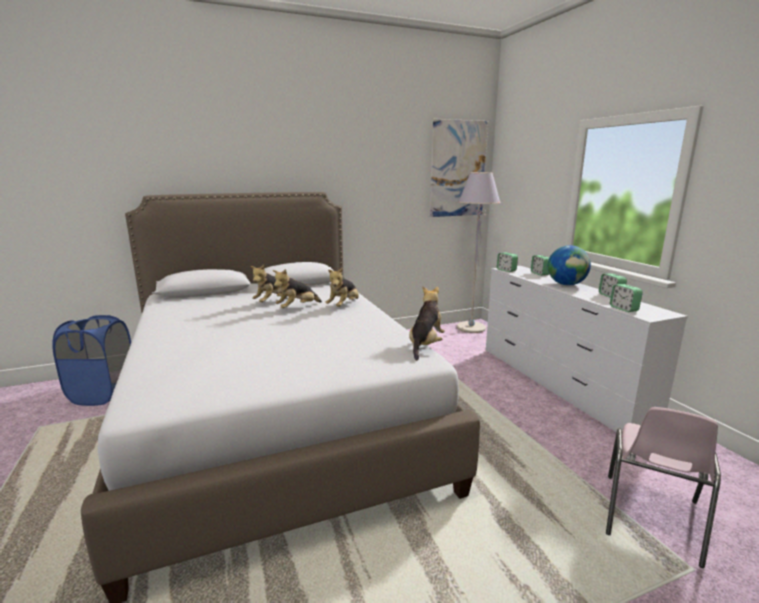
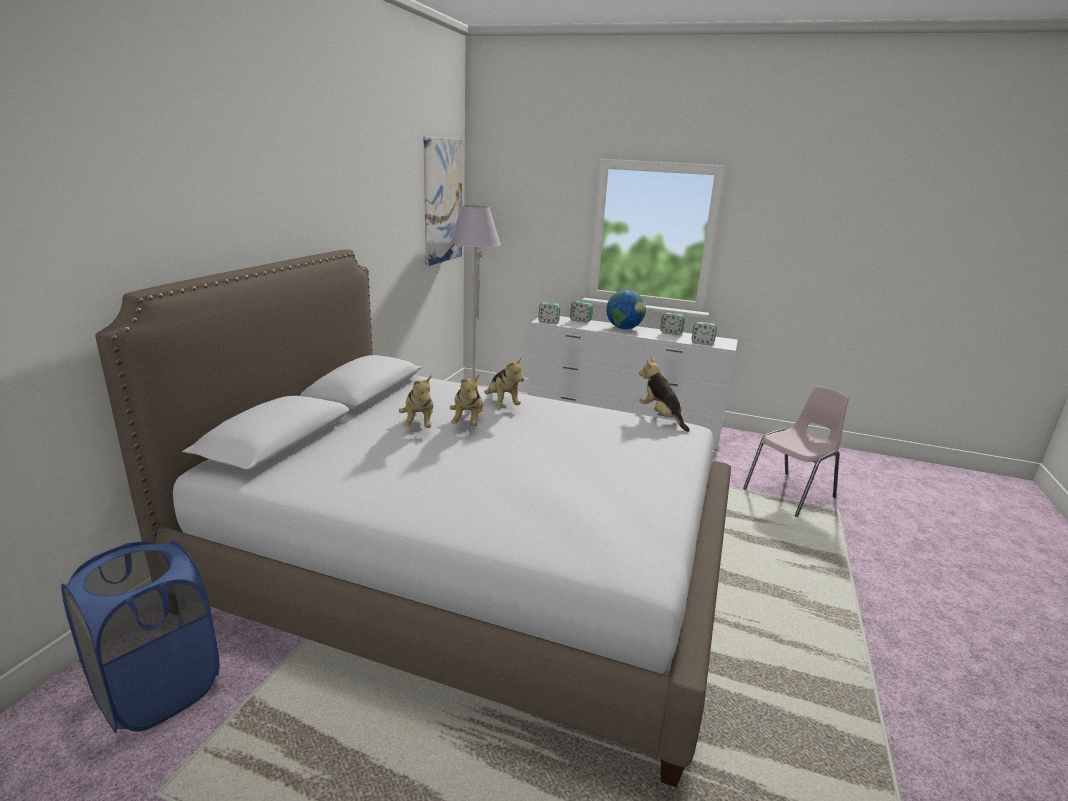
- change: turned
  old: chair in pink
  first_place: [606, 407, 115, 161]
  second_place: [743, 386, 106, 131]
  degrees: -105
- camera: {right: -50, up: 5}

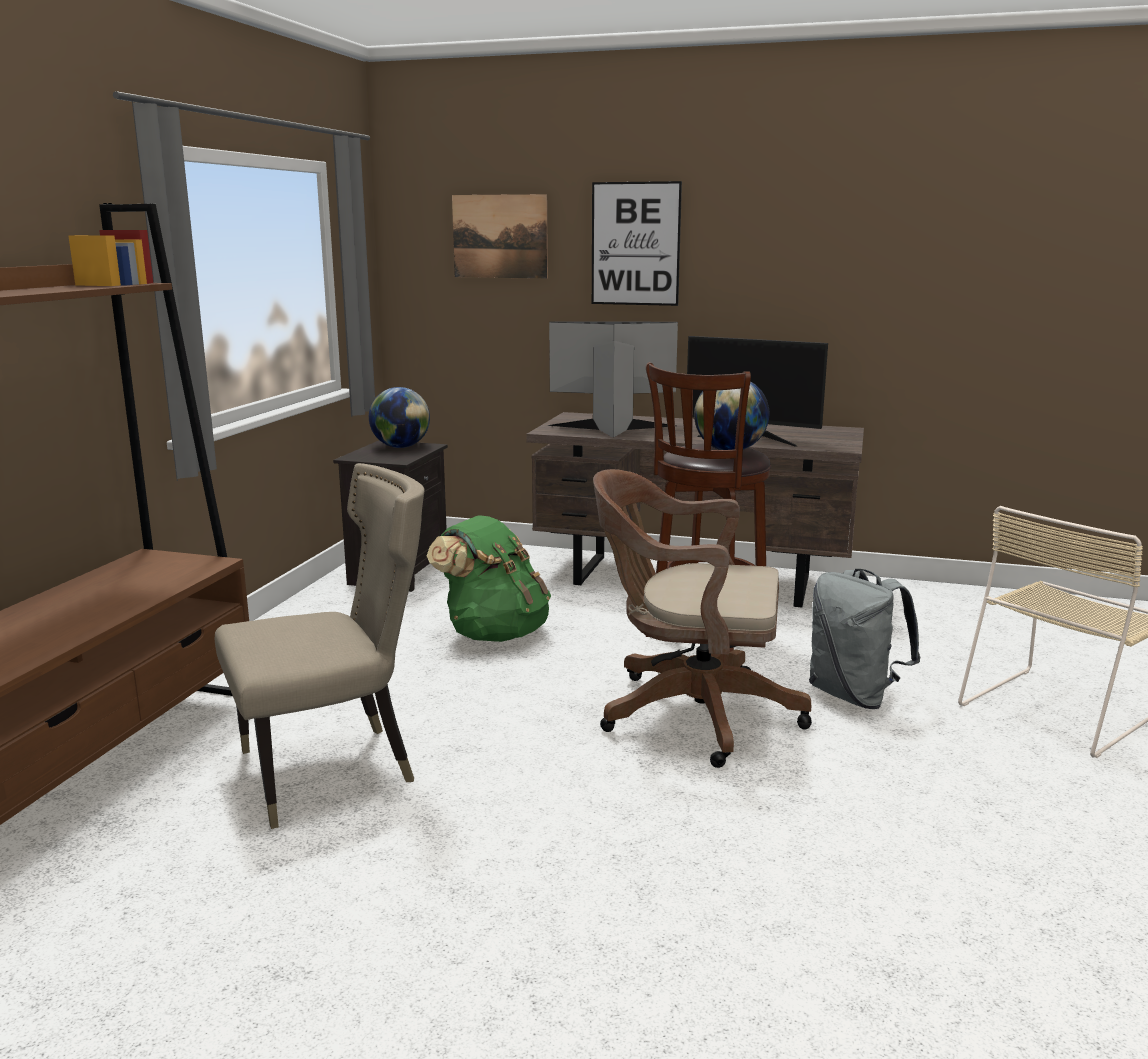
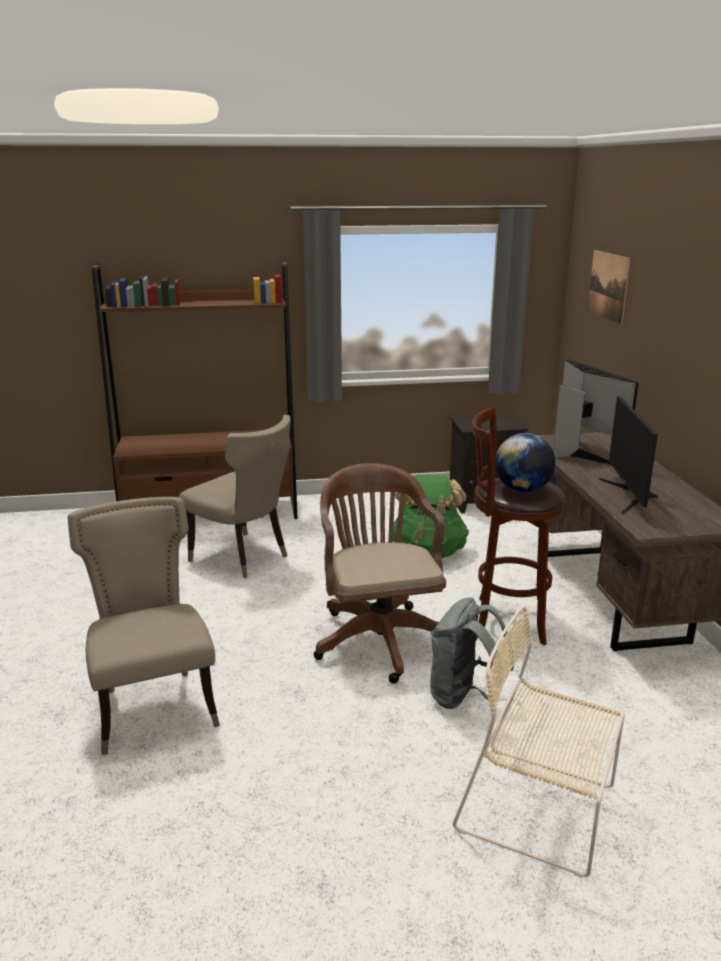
- change: removed
  old: picture
  first_place: [592, 181, 90, 125]
- change: removed
  old: globe
  first_place: [369, 387, 61, 61]
- change: added
  new: chair in beige
  second_place: [68, 497, 152, 258]
- camera: {right: 65, up: 5}

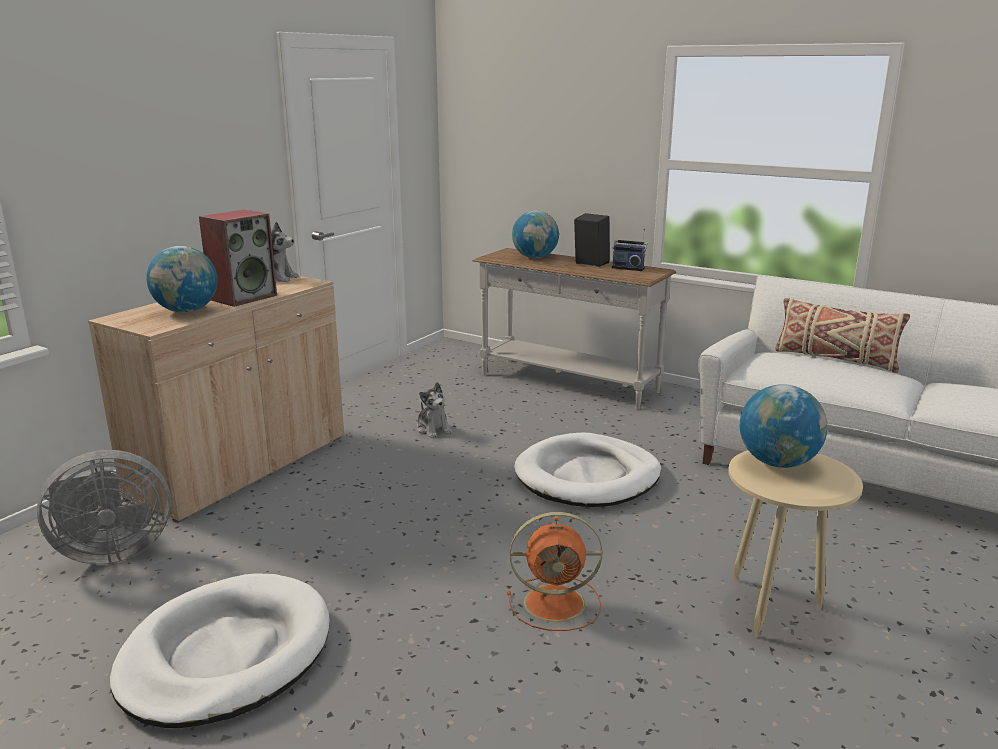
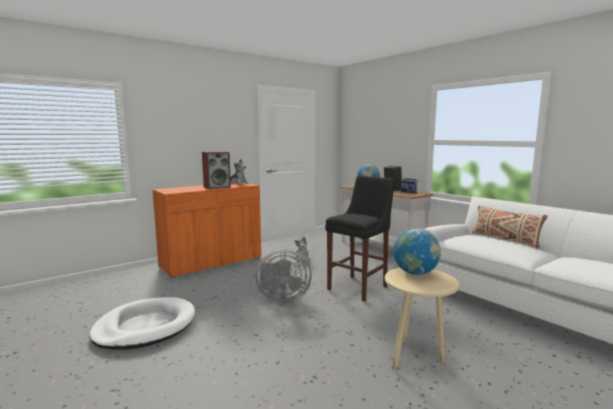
- change: removed
  old: globe
  first_place: [146, 246, 72, 67]
- change: recoloured
  old: cabinet in beige
  new: cabinet in orange
  first_place: [88, 276, 256, 247]
  second_place: [152, 183, 109, 95]
- change: replaced
  old: dog bed in white
  new: stool in black
  first_place: [514, 433, 147, 74]
  second_place: [325, 176, 70, 126]
- change: moved
  old: fan in grey
  first_place: [37, 450, 134, 114]
  second_place: [256, 249, 56, 55]
- change: removed
  old: fan in orange
  first_place: [507, 512, 95, 119]
- camera: {right: 20, up: -10}

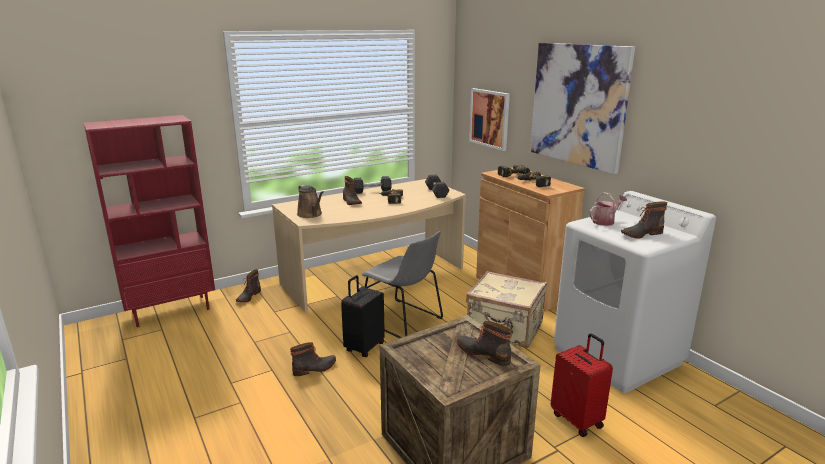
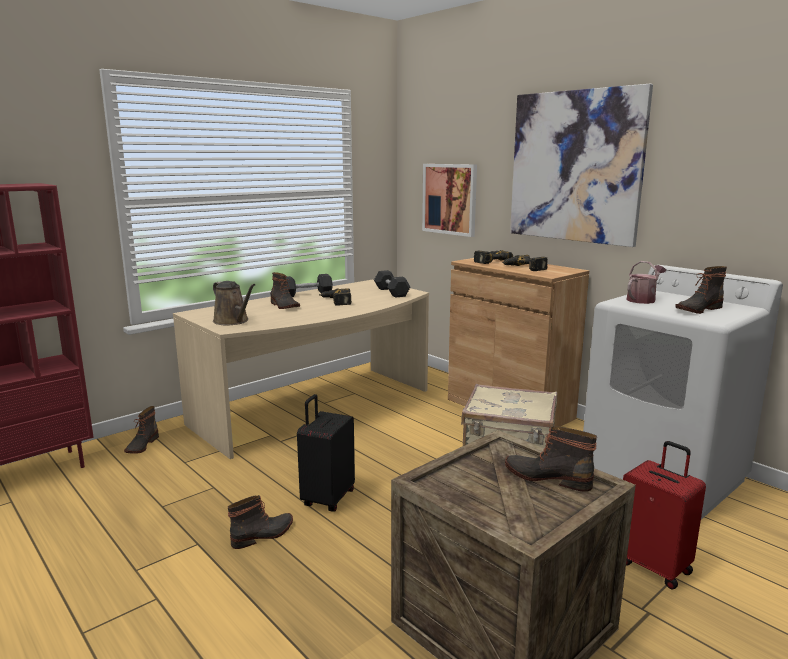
- change: removed
  old: chair in grey
  first_place: [362, 231, 81, 107]
- camera: {right: -10, up: -5}

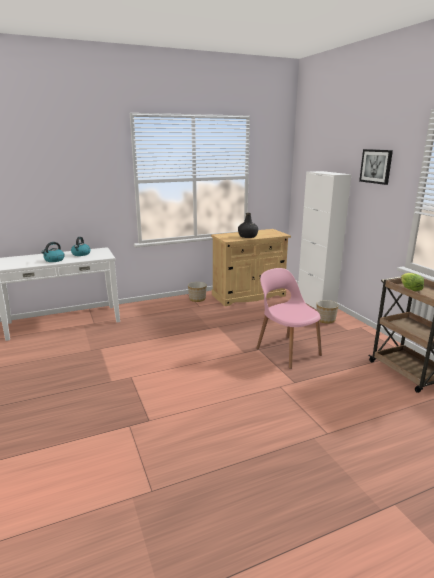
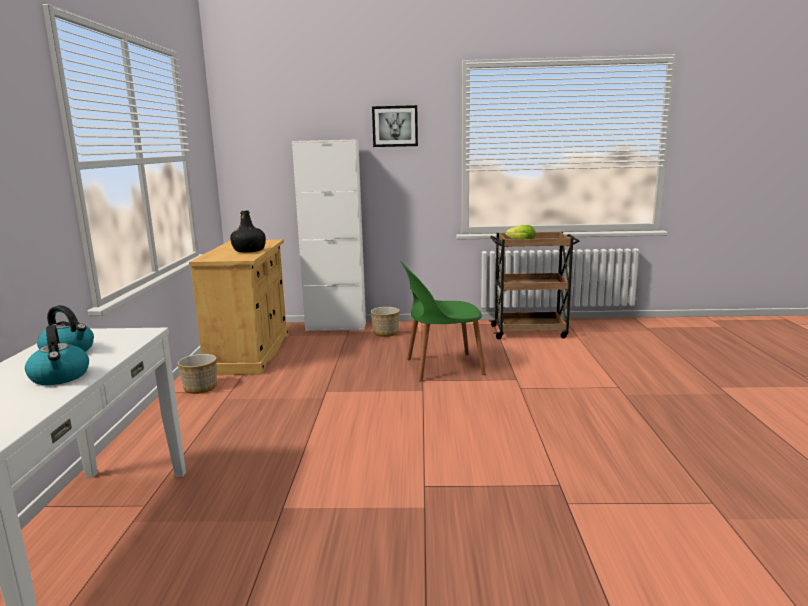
- change: recoloured
  old: chair in pink
  new: chair in green
  first_place: [256, 268, 66, 101]
  second_place: [401, 262, 85, 119]
- camera: {right: -65, up: -5}

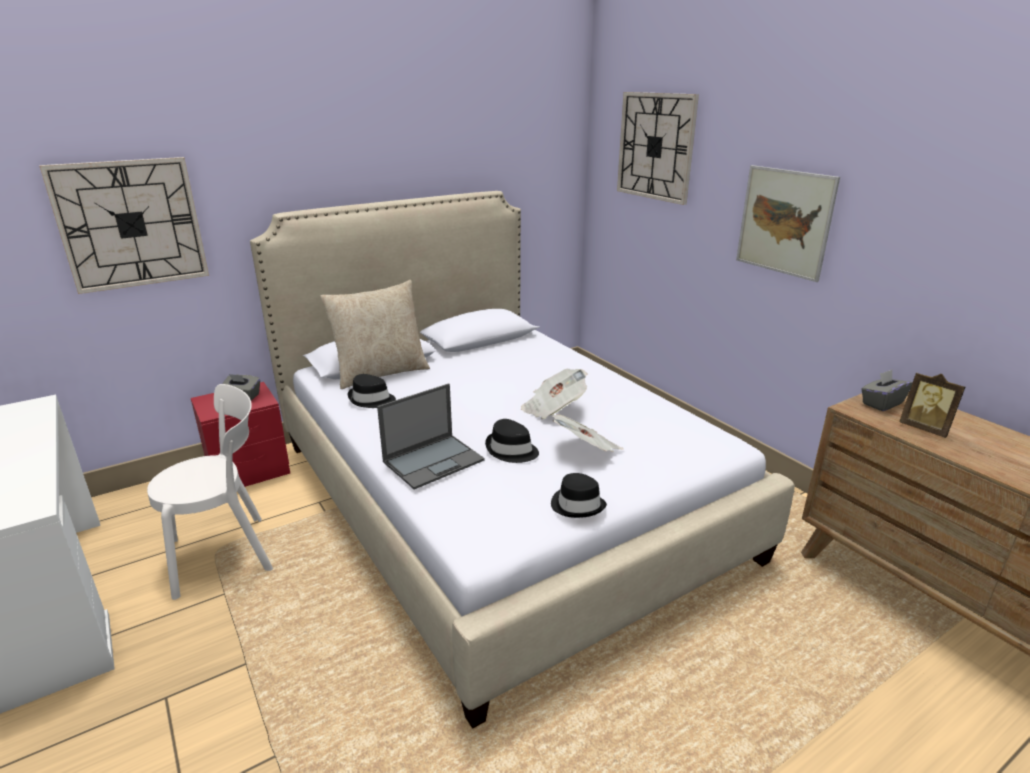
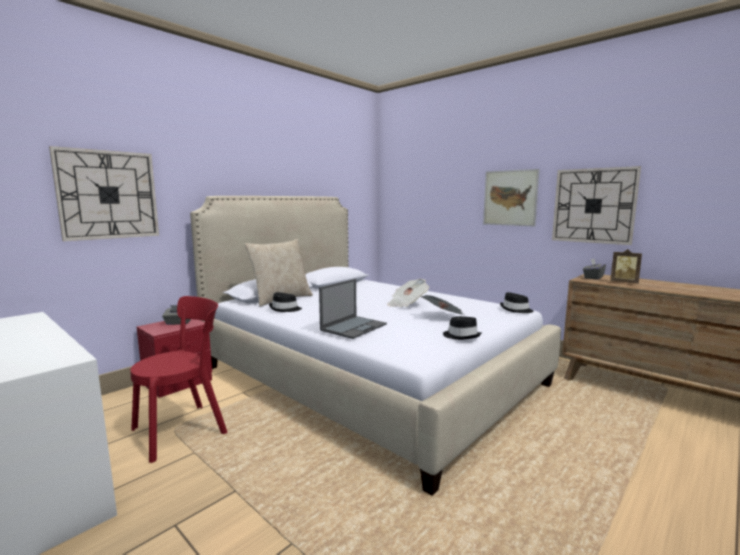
- change: moved
  old: wall clock
  first_place: [617, 92, 82, 113]
  second_place: [552, 166, 89, 79]
- change: recoloured
  old: chair in white
  new: chair in red
  first_place: [147, 384, 126, 216]
  second_place: [130, 296, 98, 167]
- change: moved
  old: hat in black
  first_place: [485, 419, 54, 44]
  second_place: [500, 292, 34, 21]
- camera: {right: -15, up: -15}

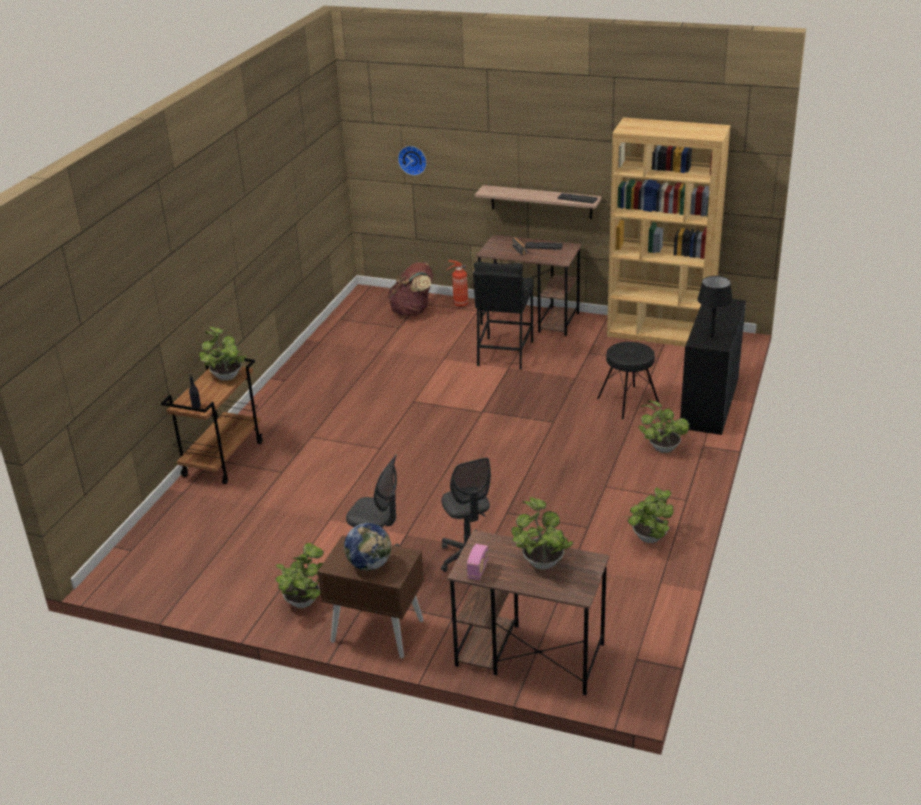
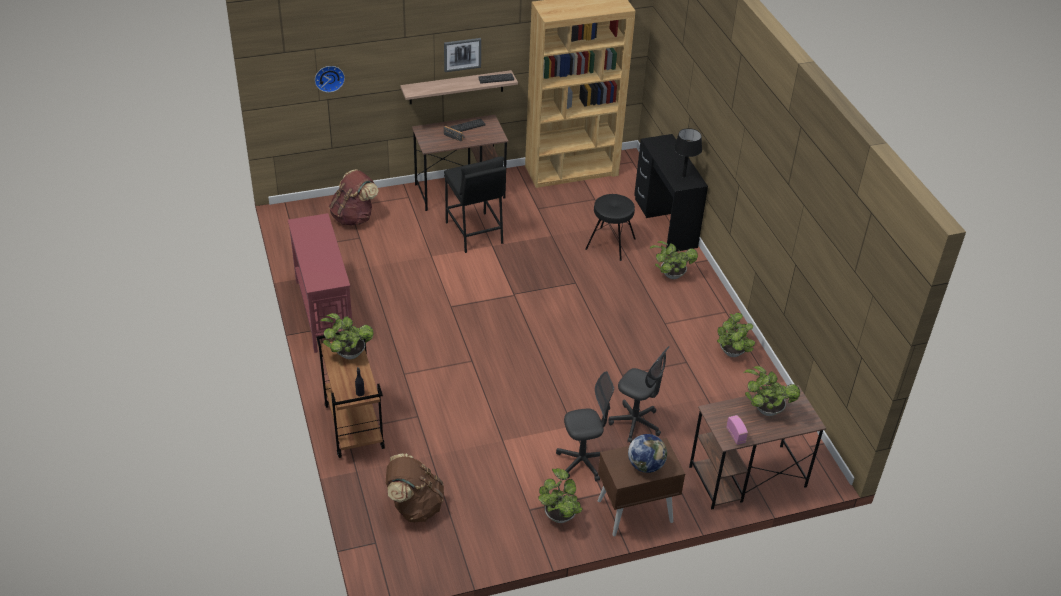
- change: removed
  old: fire extinguisher
  first_place: [445, 260, 23, 47]
- change: added
  new: picture
  second_place: [444, 38, 37, 34]
- change: added
  new: console table in red
  second_place: [288, 213, 65, 140]
- change: added
  new: backpack in brown
  second_place: [386, 454, 58, 69]
- camera: {right: -40, up: 10}

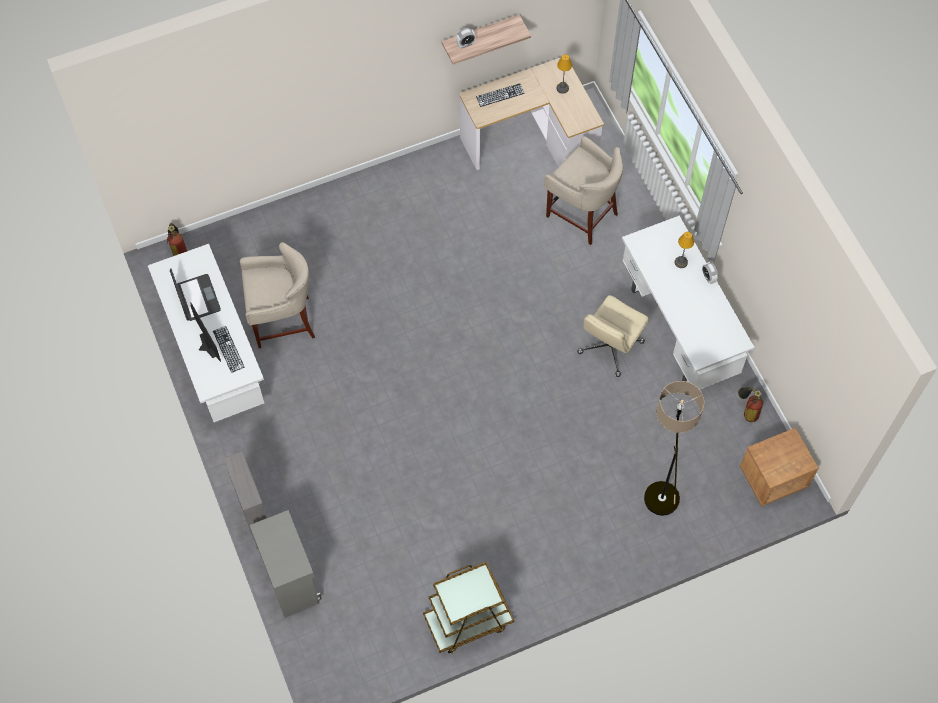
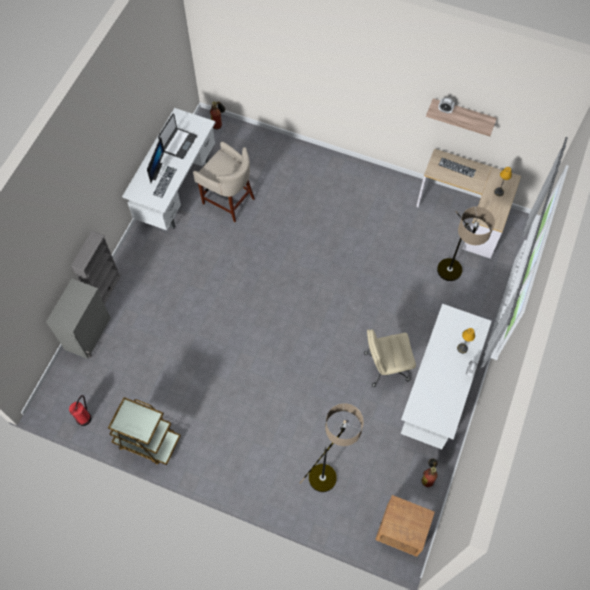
- change: replaced
  old: stool in beige
  new: floor lamp
  first_place: [544, 136, 79, 109]
  second_place: [437, 207, 58, 74]
- change: added
  new: fire extinguisher
  second_place: [69, 395, 23, 31]
- camera: {right: 45, up: 0}

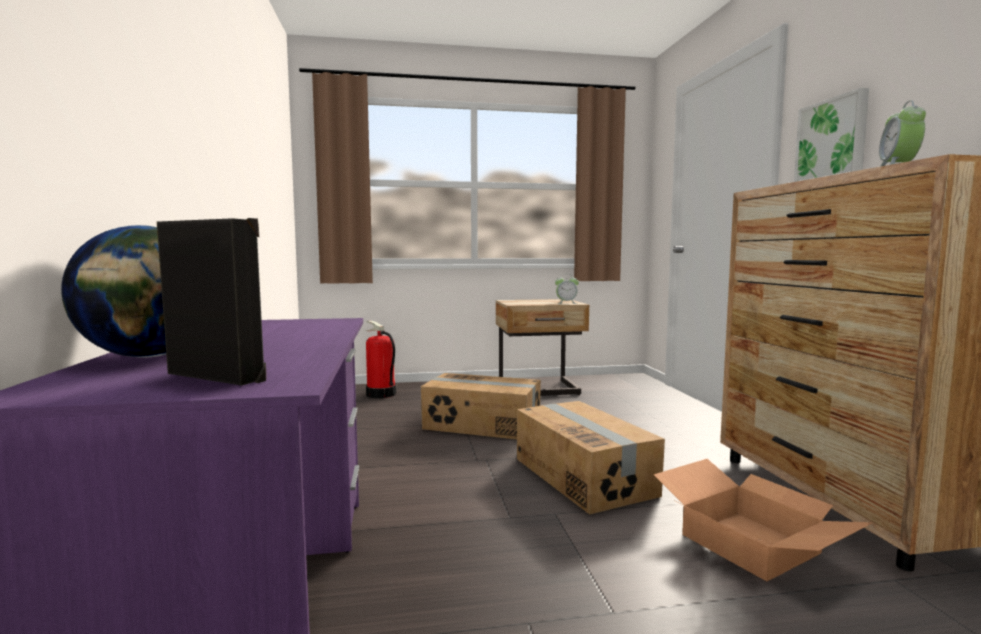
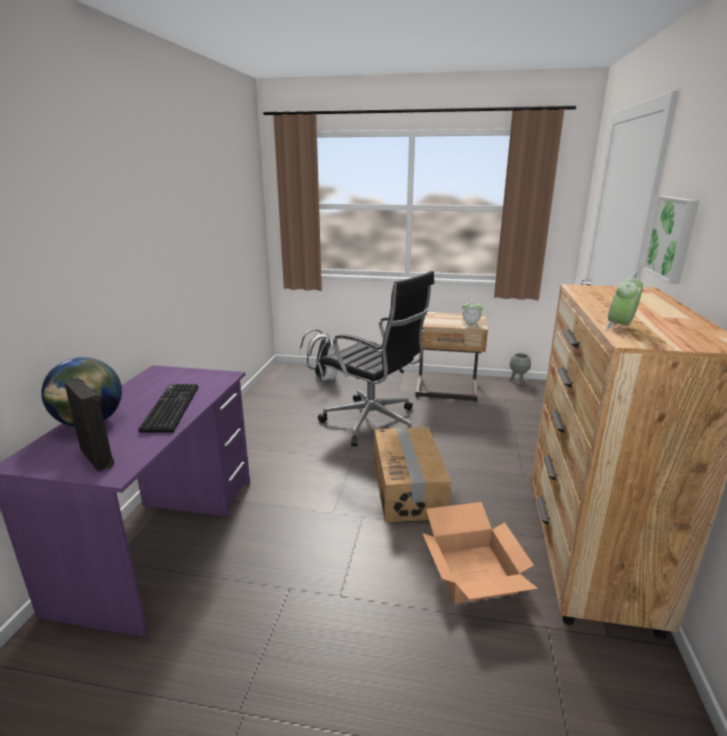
- change: replaced
  old: fire extinguisher
  new: backpack in white
  first_place: [364, 321, 32, 77]
  second_place: [300, 329, 37, 52]
- change: replaced
  old: cardboard box
  new: office chair in black
  first_place: [421, 373, 120, 66]
  second_place: [318, 271, 116, 175]
- change: added
  new: planter in grey
  second_place: [510, 353, 21, 32]
- change: added
  new: keyboard
  second_place: [138, 384, 60, 49]
- camera: {right: 20, up: 15}

